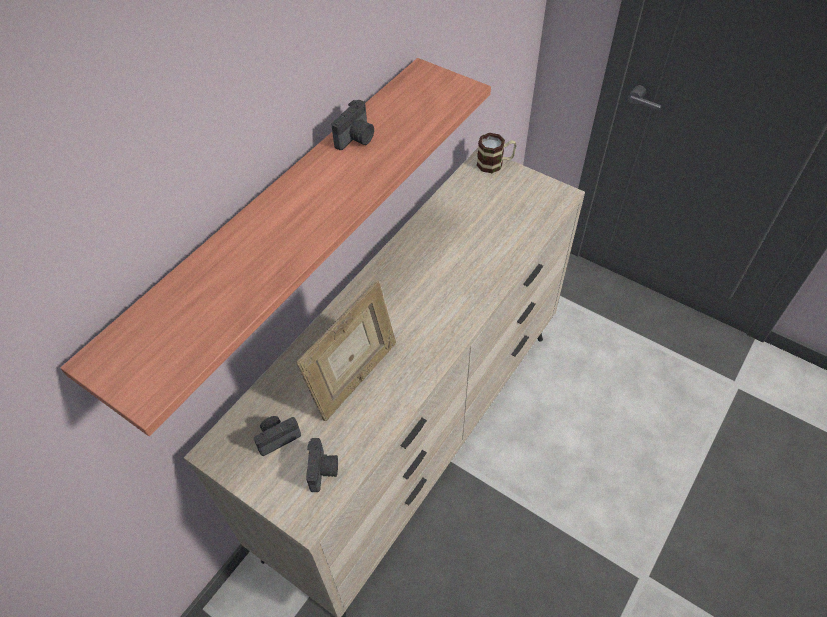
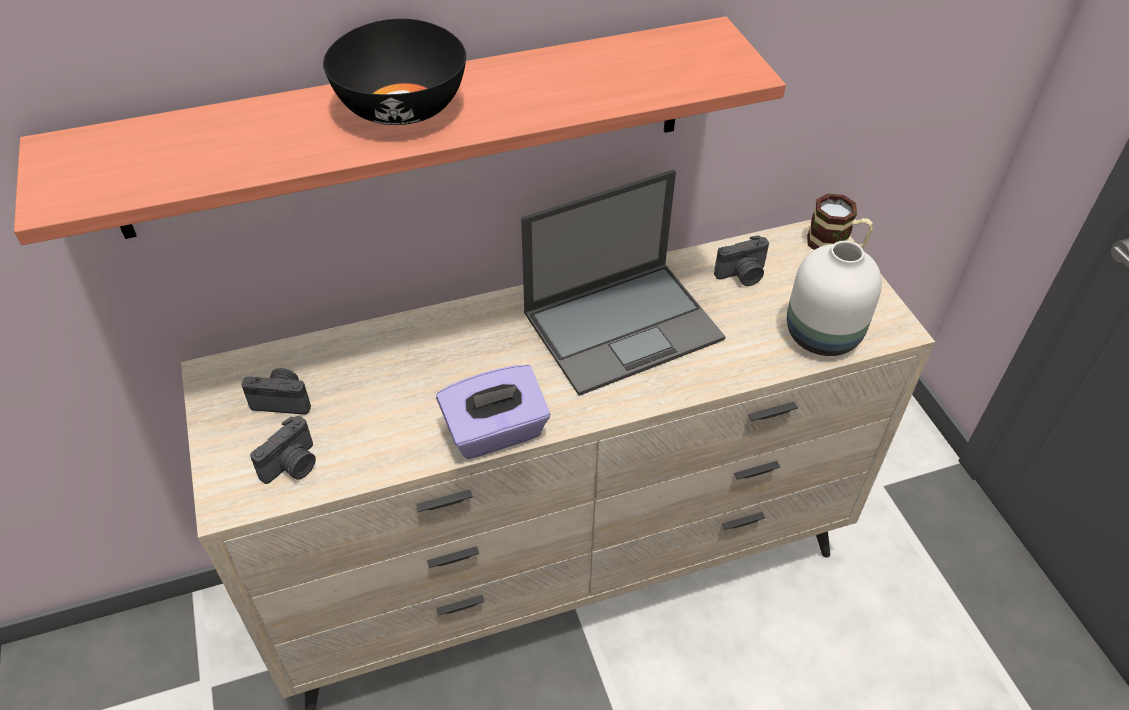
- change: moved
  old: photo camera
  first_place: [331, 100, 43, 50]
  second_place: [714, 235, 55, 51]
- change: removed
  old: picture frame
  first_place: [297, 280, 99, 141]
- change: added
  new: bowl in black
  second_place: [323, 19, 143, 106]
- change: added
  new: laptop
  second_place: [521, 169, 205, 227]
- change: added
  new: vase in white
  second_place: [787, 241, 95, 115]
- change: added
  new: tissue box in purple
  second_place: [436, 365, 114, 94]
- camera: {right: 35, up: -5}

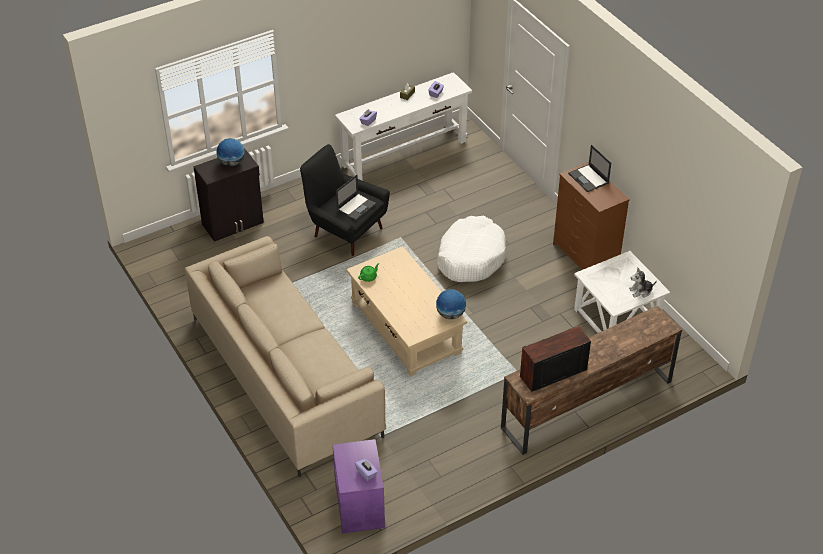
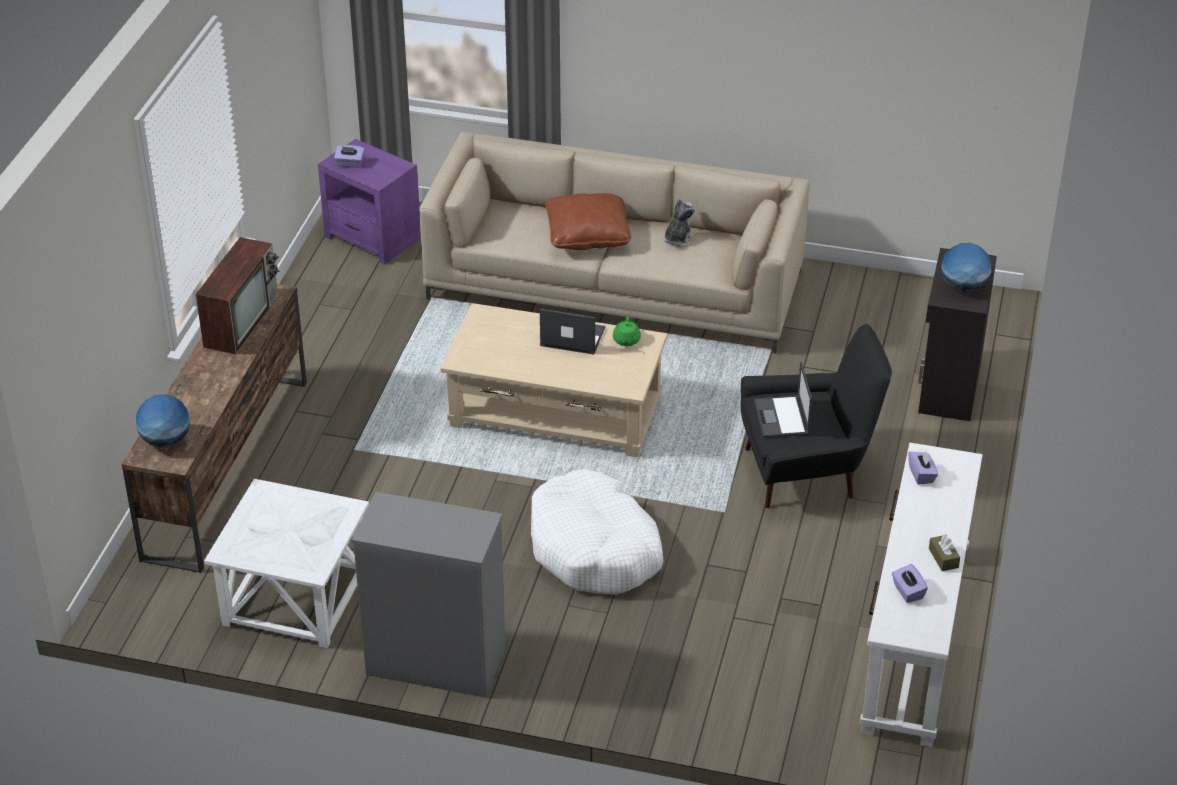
- change: moved
  old: laptop
  first_place: [568, 145, 43, 47]
  second_place: [540, 309, 65, 46]
- change: recoloured
  old: dresser in brown
  new: dresser in grey
  first_place: [553, 162, 77, 108]
  second_place: [352, 492, 154, 206]
- change: moved
  old: plush toy
  first_place: [629, 268, 28, 30]
  second_place: [664, 199, 31, 48]
- change: moved
  old: globe
  first_place: [436, 289, 30, 30]
  second_place: [136, 394, 54, 54]
- change: added
  new: pillow in brown
  second_place: [545, 193, 86, 57]
- camera: {right: 135, up: -5}

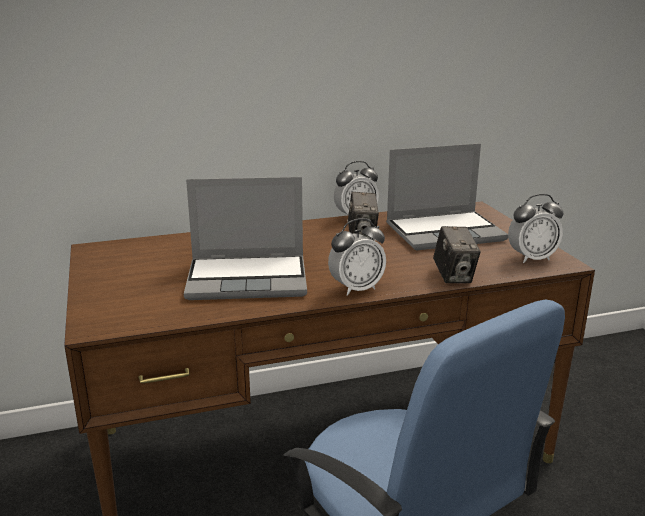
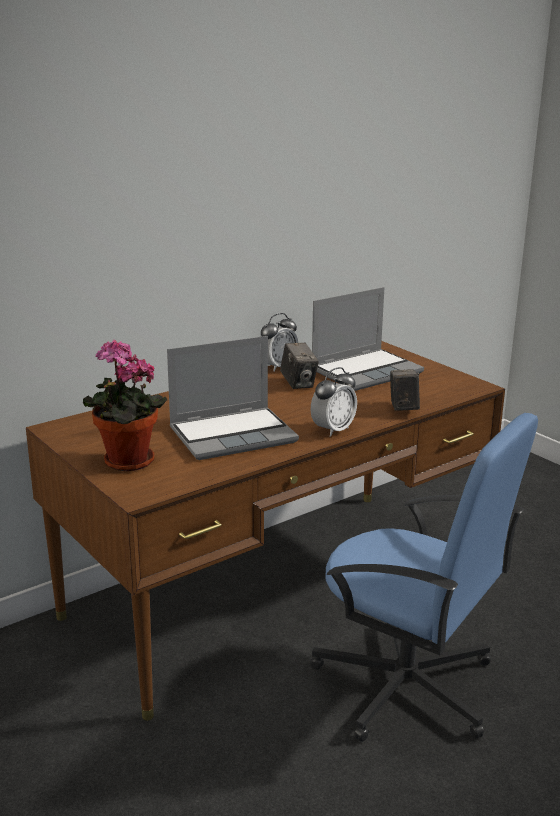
- change: removed
  old: alarm clock
  first_place: [508, 194, 56, 69]
- change: turned
  old: photo camera
  first_place: [433, 226, 48, 57]
  second_place: [390, 369, 30, 42]
  degrees: -150
- change: added
  new: potted plant
  second_place: [83, 340, 84, 131]
- camera: {right: -20, up: 0}

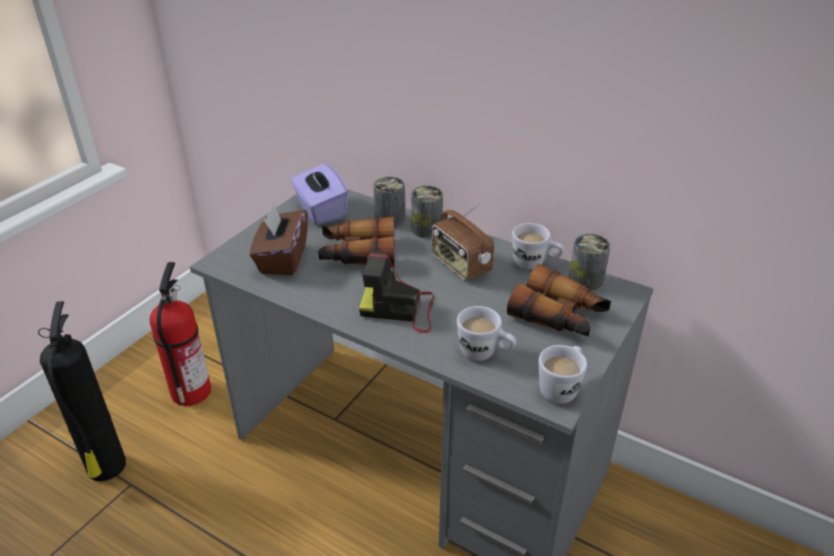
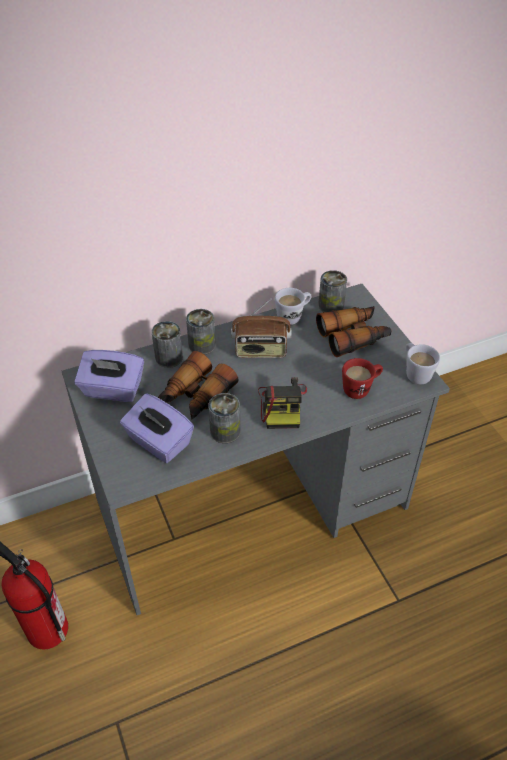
- change: recoloured
  old: tissue box in brown
  new: tissue box in purple
  first_place: [250, 204, 58, 71]
  second_place: [120, 394, 74, 69]
- change: turned
  old: photo camera
  first_place: [359, 251, 75, 82]
  second_place: [258, 377, 49, 52]
  degrees: -45
- change: removed
  old: fire extinguisher
  first_place: [38, 301, 88, 180]
- change: recoloured
  old: mug in white
  new: mug in red
  first_place: [457, 306, 59, 55]
  second_place: [342, 358, 41, 41]
- change: added
  new: can
  second_place: [208, 393, 33, 50]
- camera: {right: -55, up: 10}

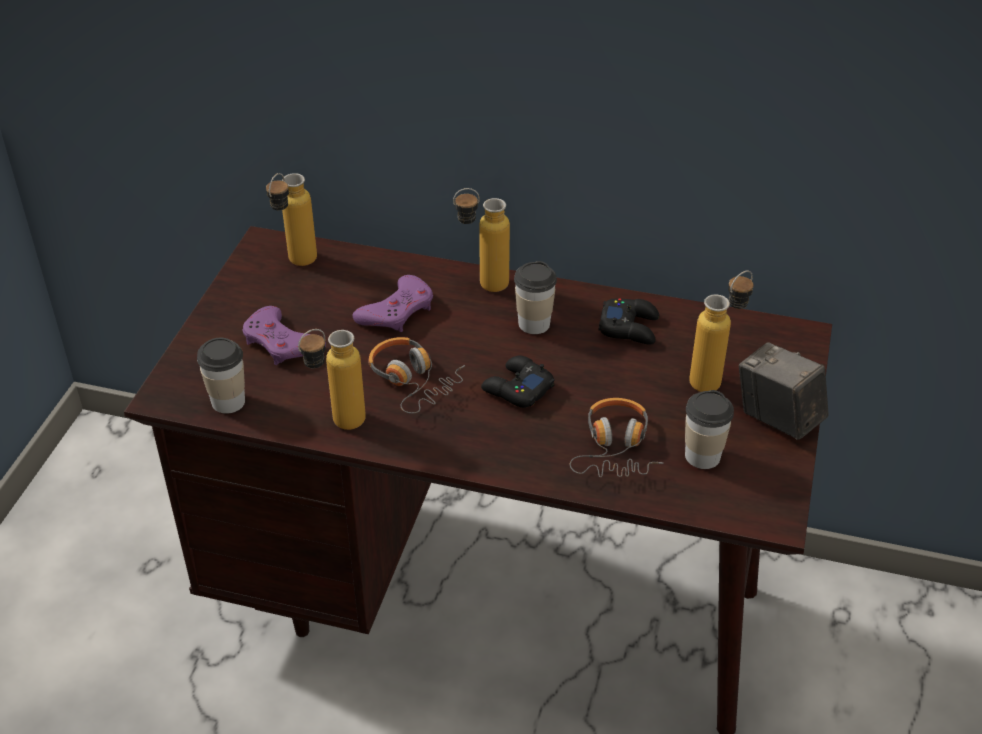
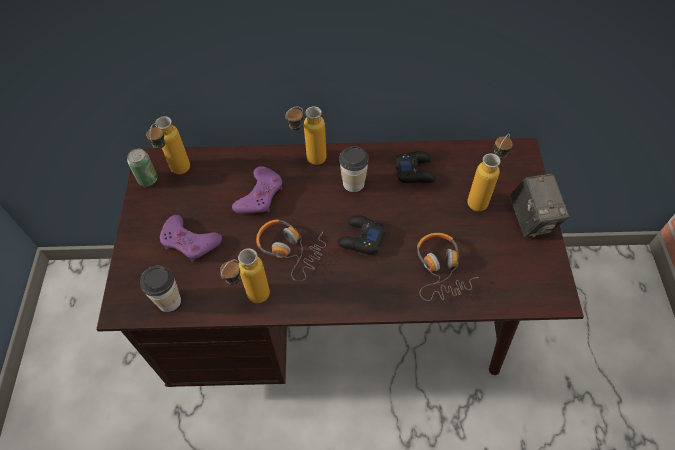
- change: turned
  old: photo camera
  first_place: [739, 342, 90, 98]
  second_place: [509, 173, 61, 64]
  degrees: -135
- change: removed
  old: cup
  first_place: [685, 390, 49, 79]
- change: added
  new: can
  second_place: [127, 148, 31, 38]
- camera: {right: -15, up: 15}

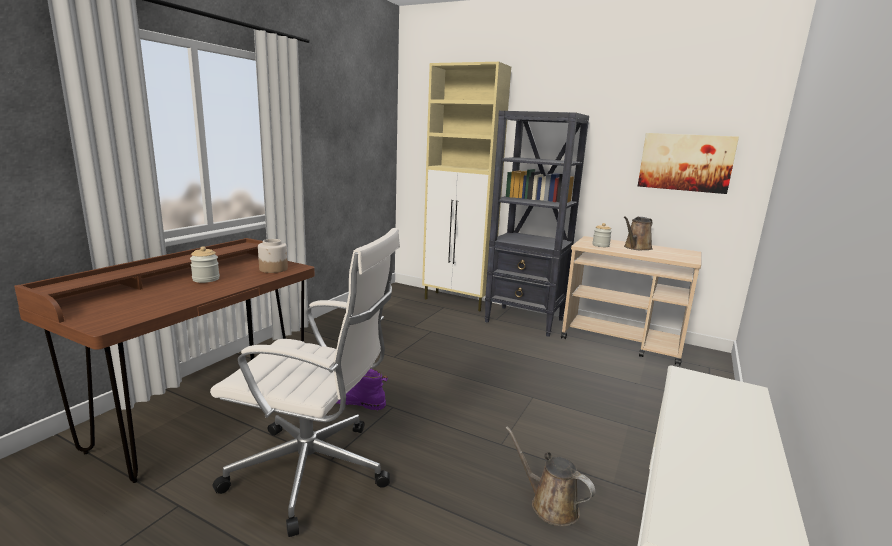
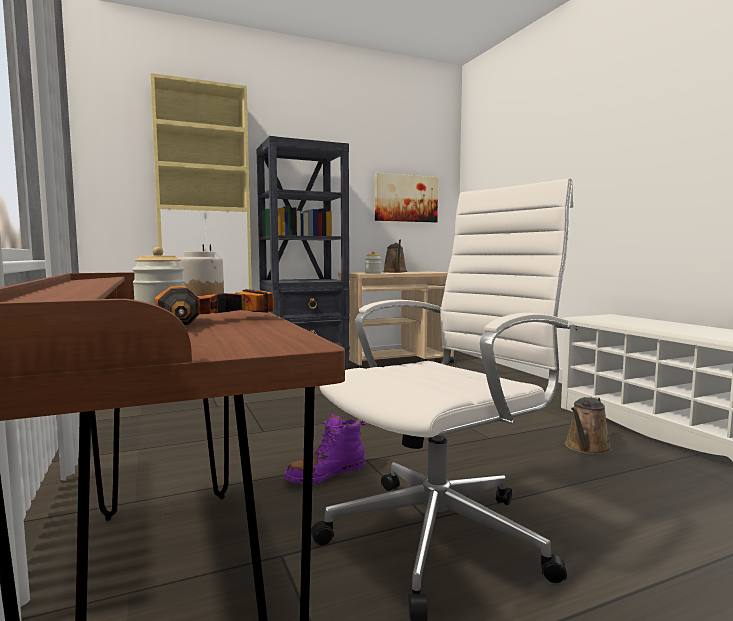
- change: turned
  old: watering can in brown
  first_place: [506, 426, 89, 100]
  second_place: [565, 397, 47, 58]
  degrees: -45
- change: added
  new: power drill
  second_place: [154, 286, 120, 39]
- camera: {right: -50, up: -10}

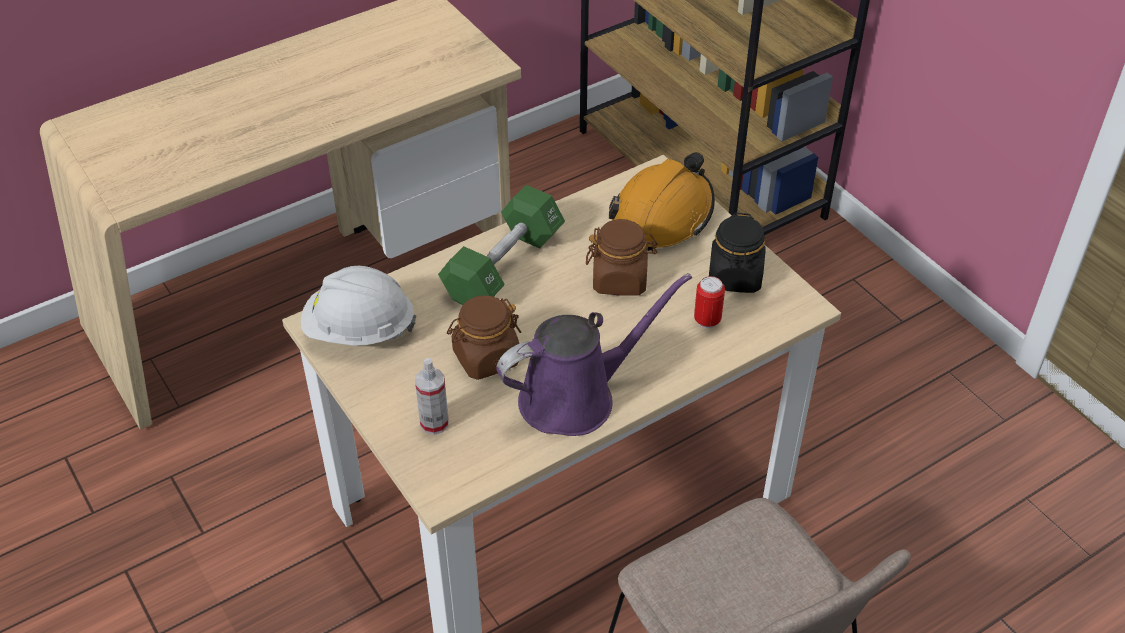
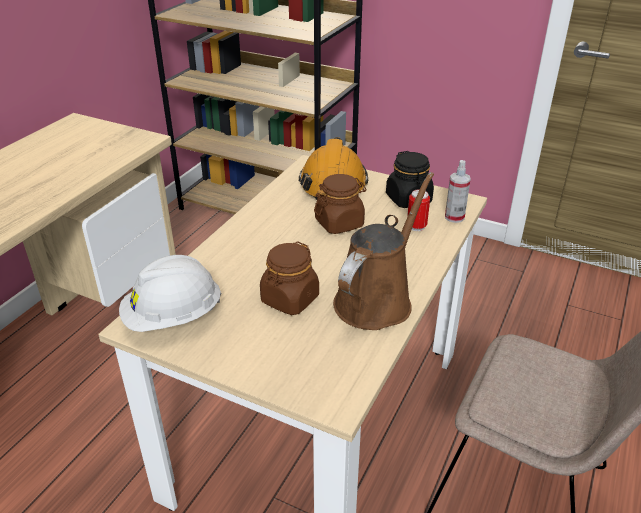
- change: removed
  old: dumbbell in green
  first_place: [438, 185, 127, 120]
- change: recoloured
  old: watering can in purple
  new: watering can in brown
  first_place: [496, 273, 196, 163]
  second_place: [333, 172, 101, 158]
- change: moved
  old: spray bottle
  first_place: [415, 358, 34, 77]
  second_place: [445, 160, 26, 63]
- camera: {right: -30, up: -10}

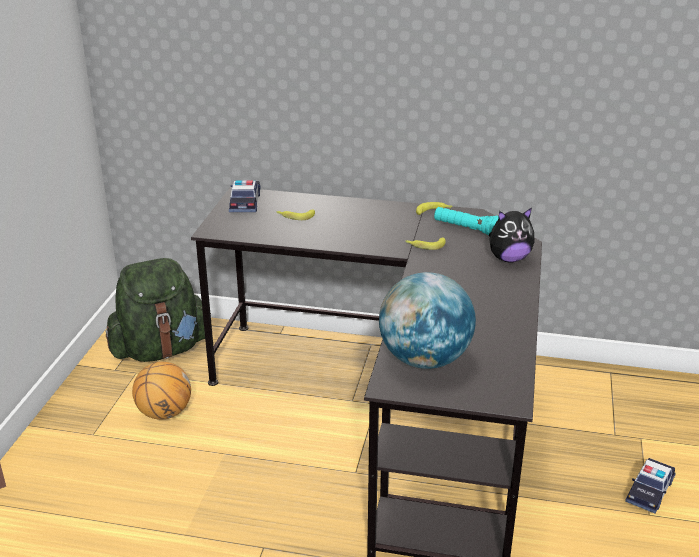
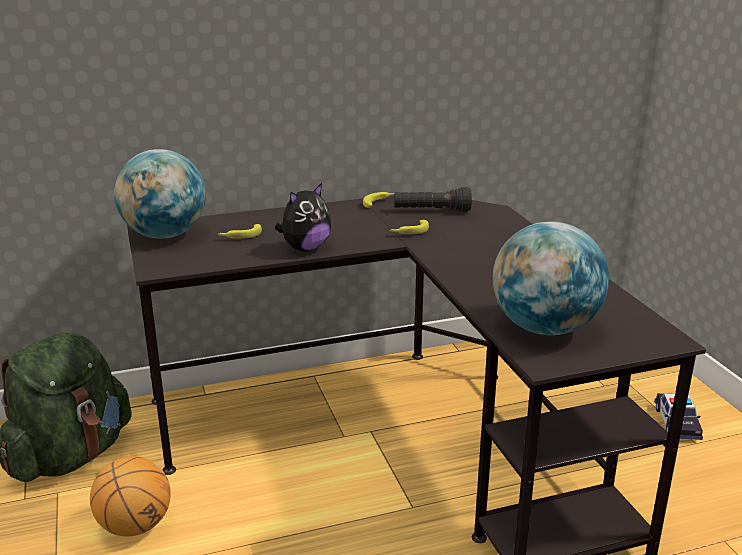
- change: replaced
  old: toy car
  new: globe
  first_place: [229, 180, 32, 32]
  second_place: [114, 149, 92, 90]
- change: recoloured
  old: flashlight in turquoise
  new: flashlight in black
  first_place: [434, 207, 65, 28]
  second_place: [394, 187, 78, 25]
- change: moved
  old: plush toy
  first_place: [489, 208, 46, 55]
  second_place: [275, 183, 56, 69]
- camera: {right: -30, up: -5}

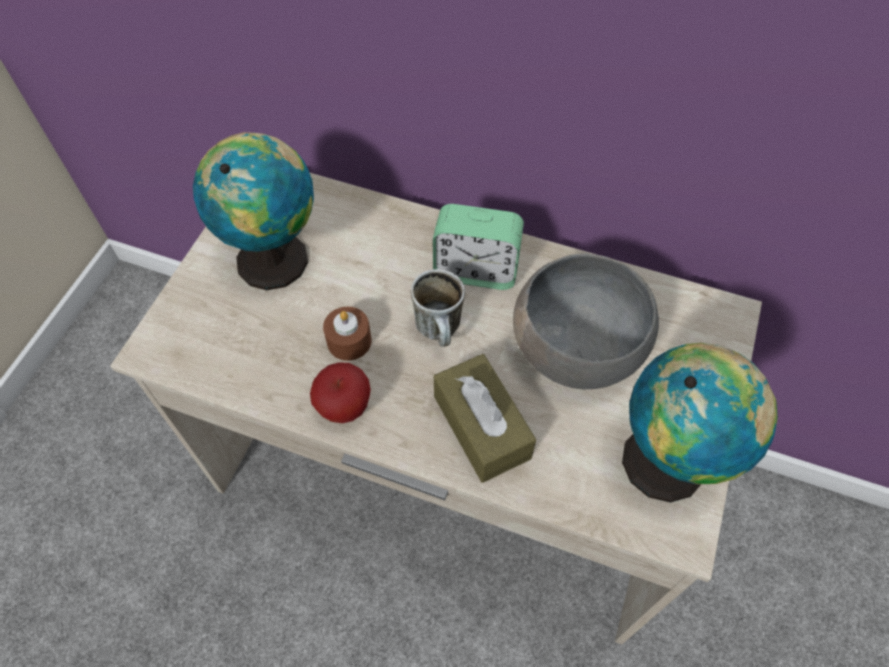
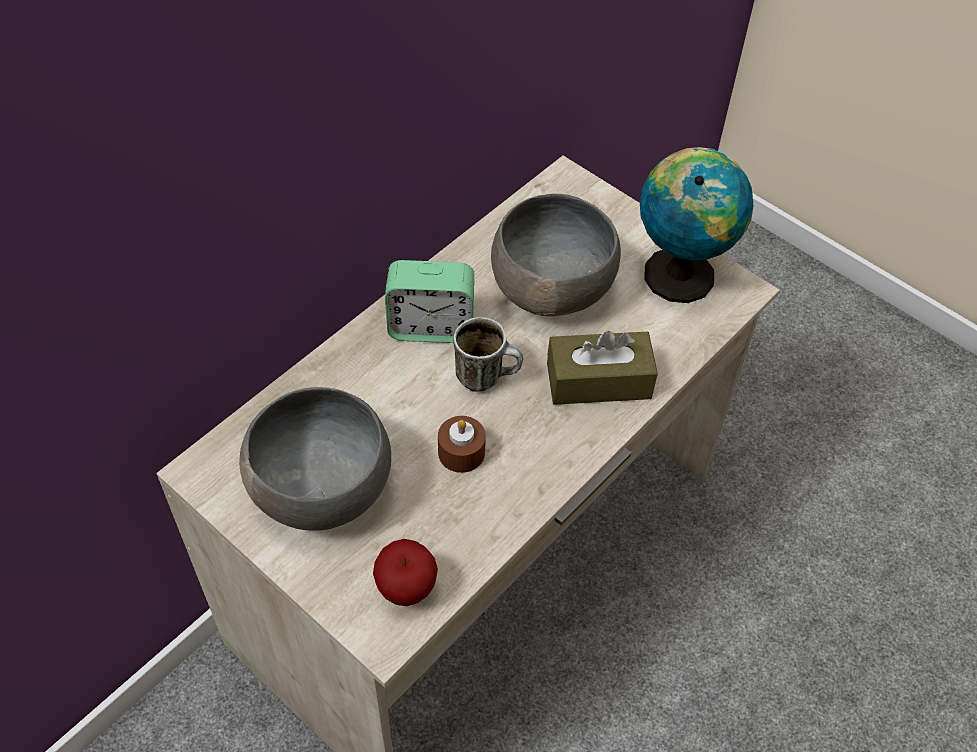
- change: replaced
  old: globe
  new: bowl in grey
  first_place: [193, 132, 121, 158]
  second_place: [239, 387, 152, 144]
- change: turned
  old: alarm clock
  first_place: [433, 204, 91, 86]
  second_place: [385, 260, 89, 83]
  degrees: 60
- change: moved
  old: apple
  first_place: [310, 362, 61, 61]
  second_place: [373, 539, 65, 67]
- camera: {right: -70, up: -5}

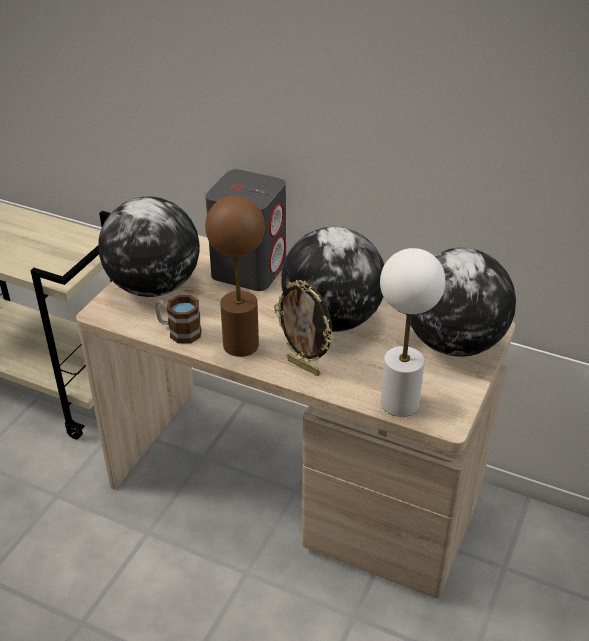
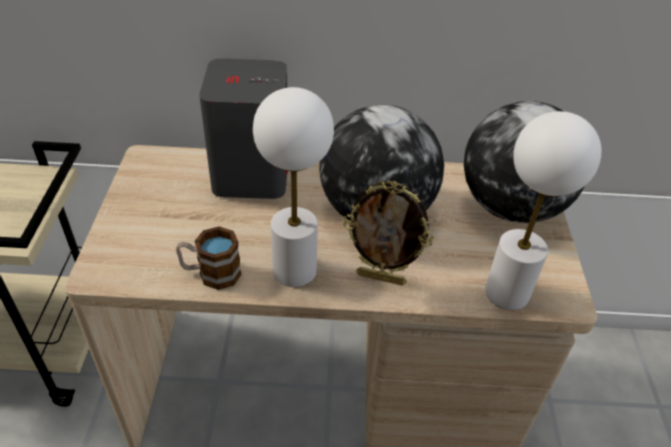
- change: recoloured
  old: table lamp in brown
  new: table lamp in white
  first_place: [205, 196, 60, 161]
  second_place: [253, 87, 81, 200]
- change: removed
  old: globe
  first_place: [98, 197, 102, 100]
- camera: {right: -25, up: 5}

